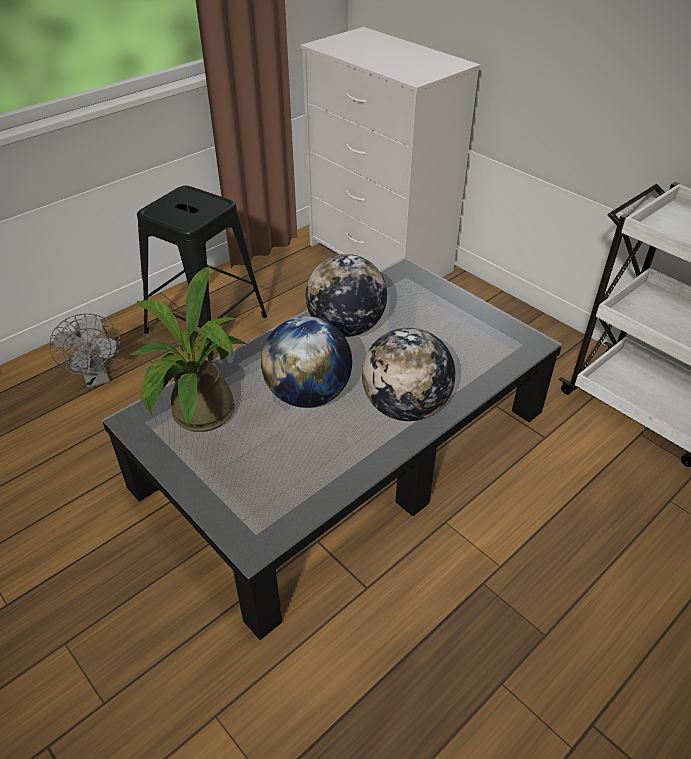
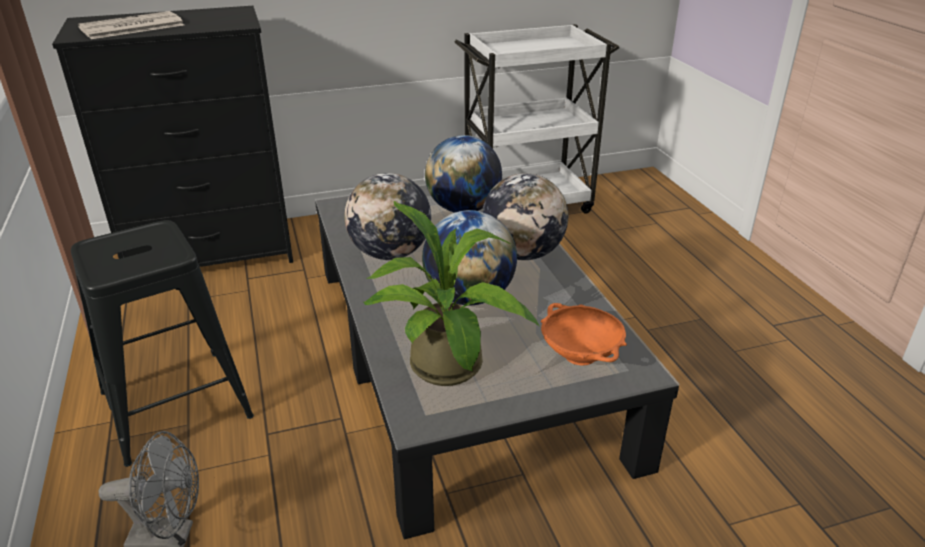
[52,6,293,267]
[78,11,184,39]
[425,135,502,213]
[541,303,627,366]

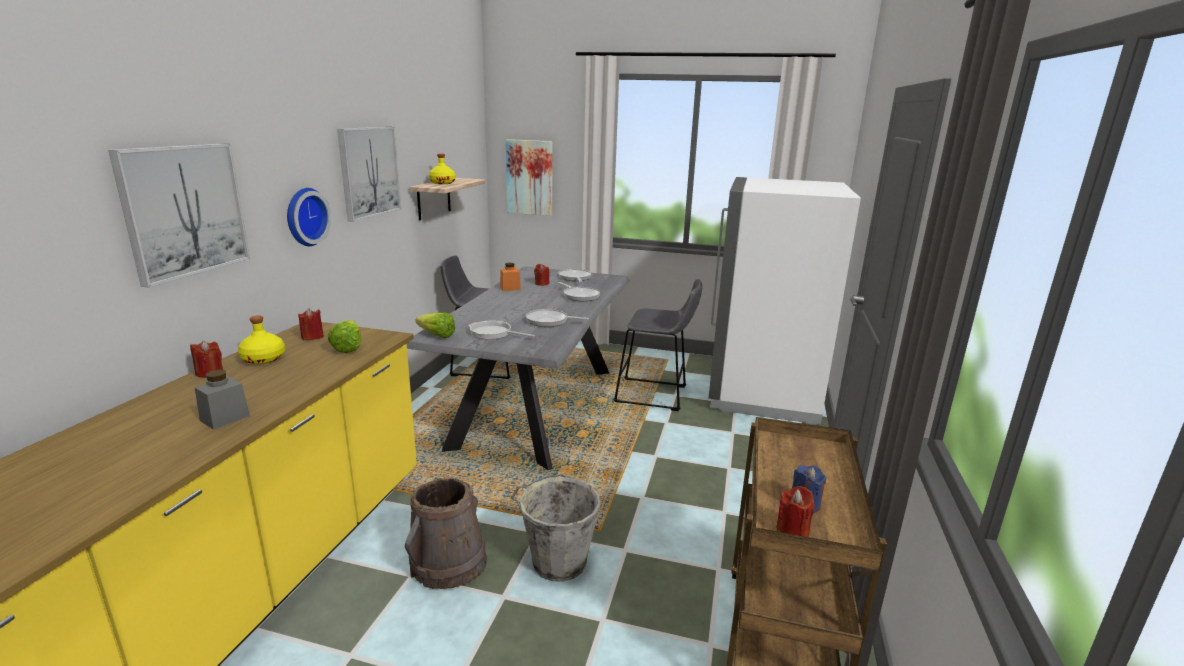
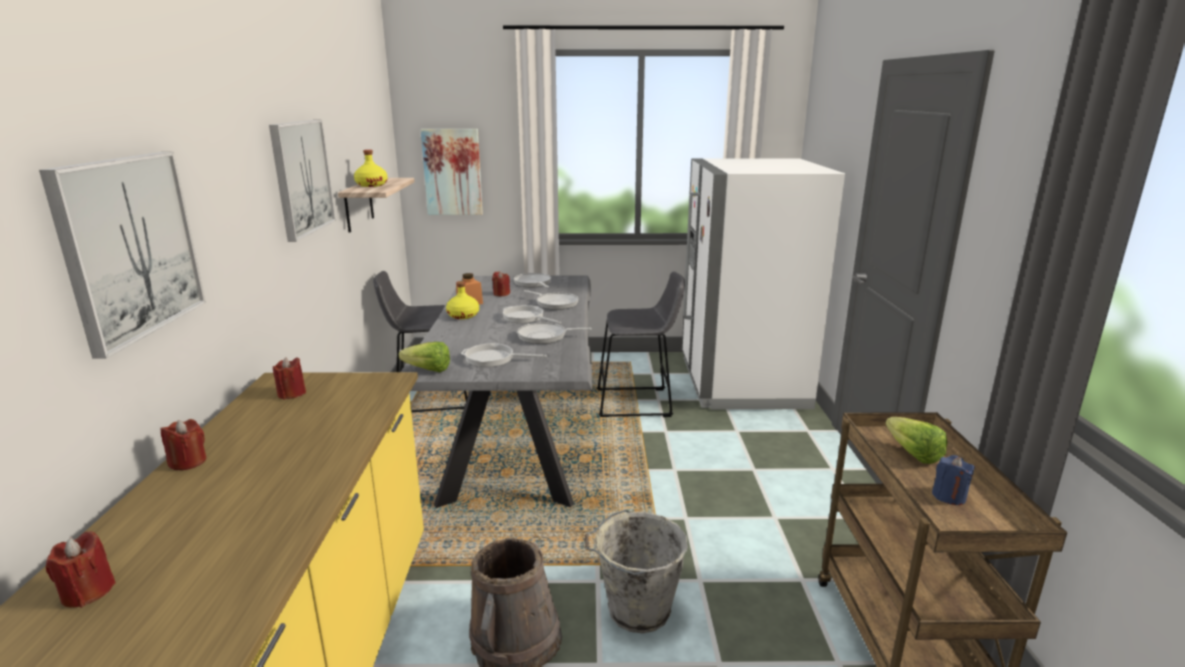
[46,531,116,608]
[446,281,479,319]
[503,305,562,324]
[886,417,947,464]
[195,370,250,430] (first image)
[287,188,331,246] (first image)

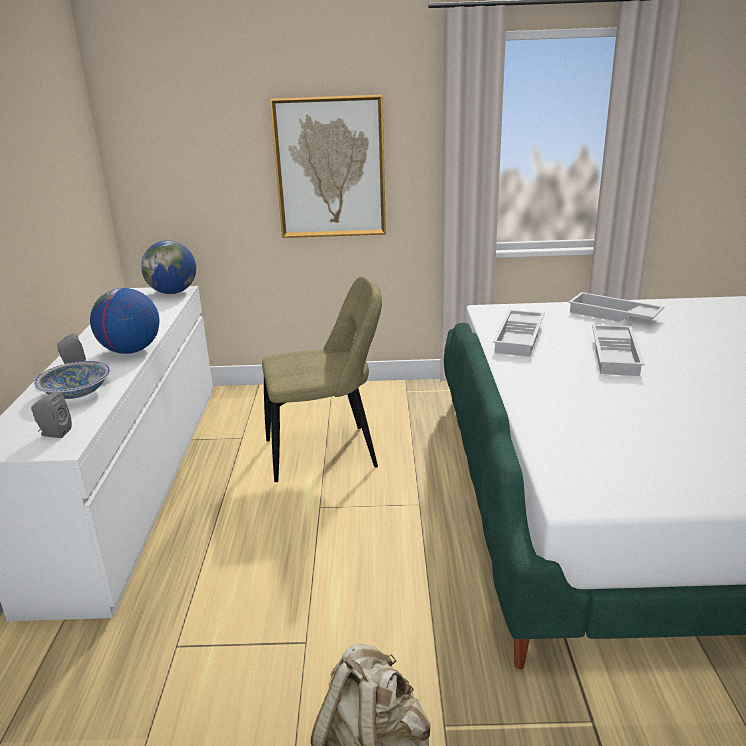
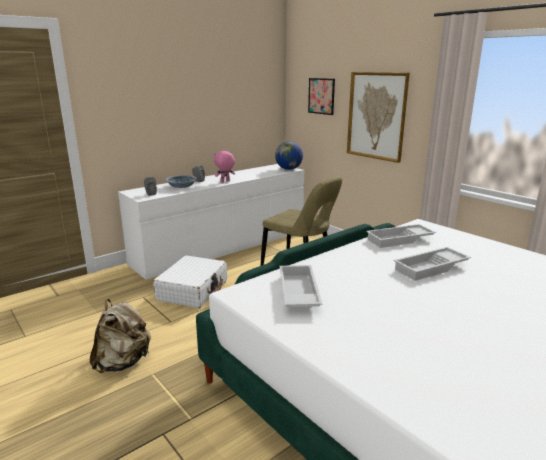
[153,255,227,308]
[214,151,235,182]
[280,265,323,307]
[308,78,335,115]

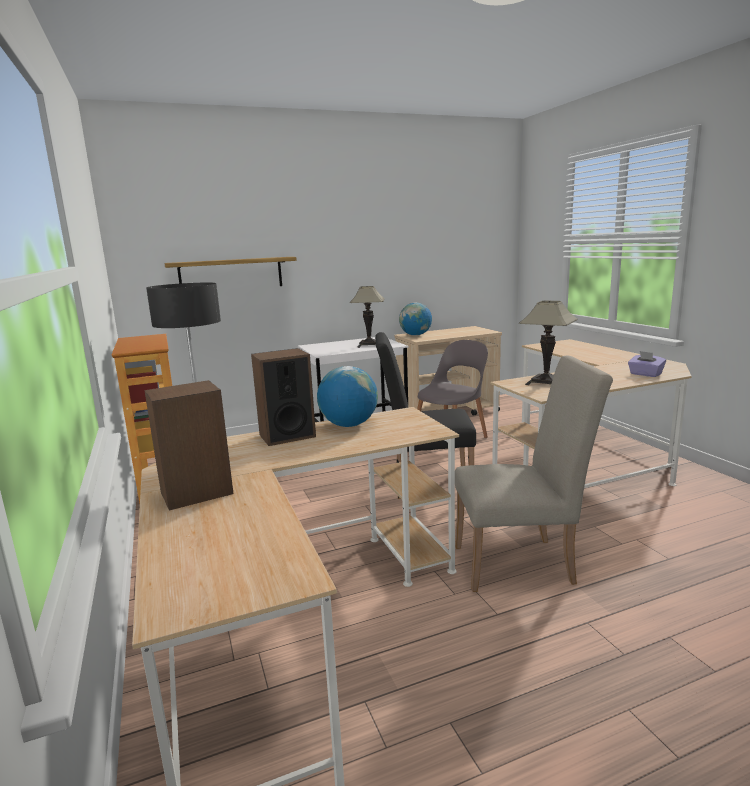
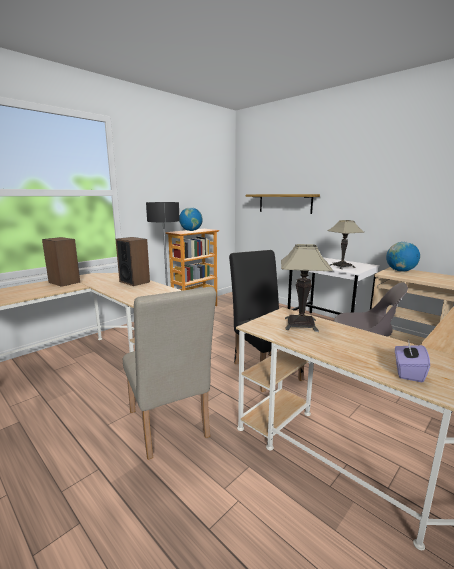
[179,207,203,231]

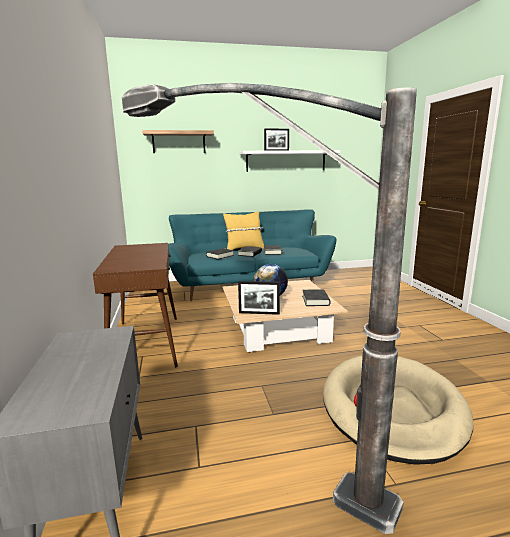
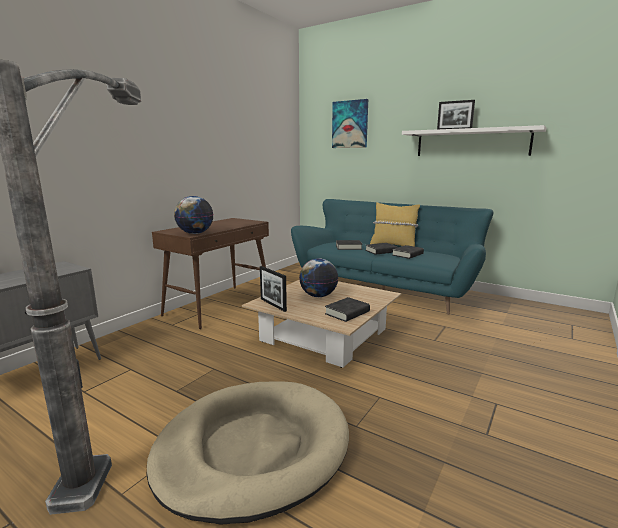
[174,196,213,234]
[332,99,368,148]

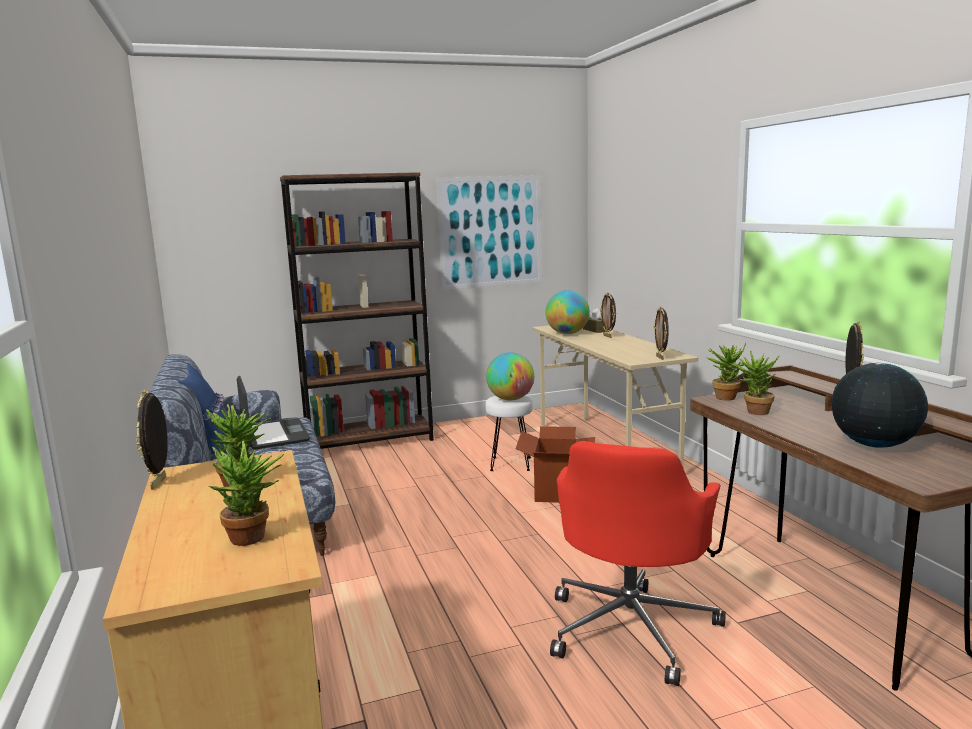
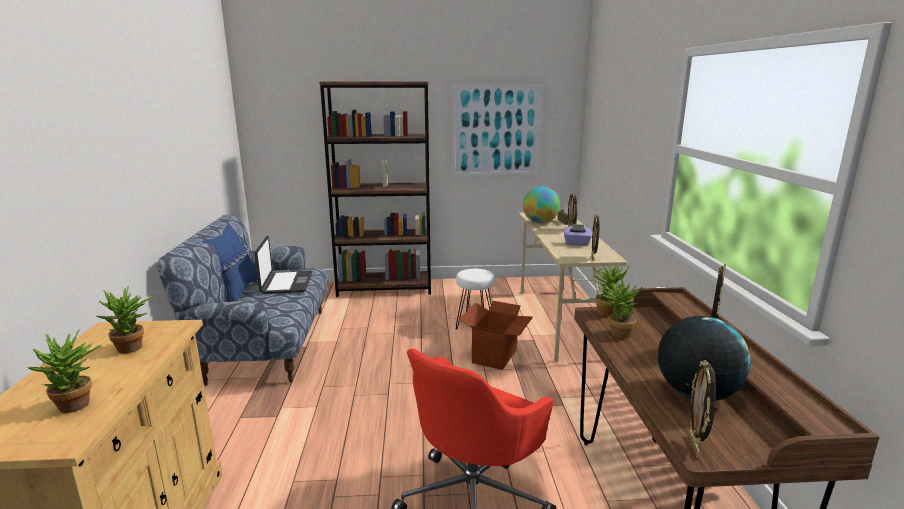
[564,224,592,246]
[689,360,716,457]
[486,352,534,401] (first image)

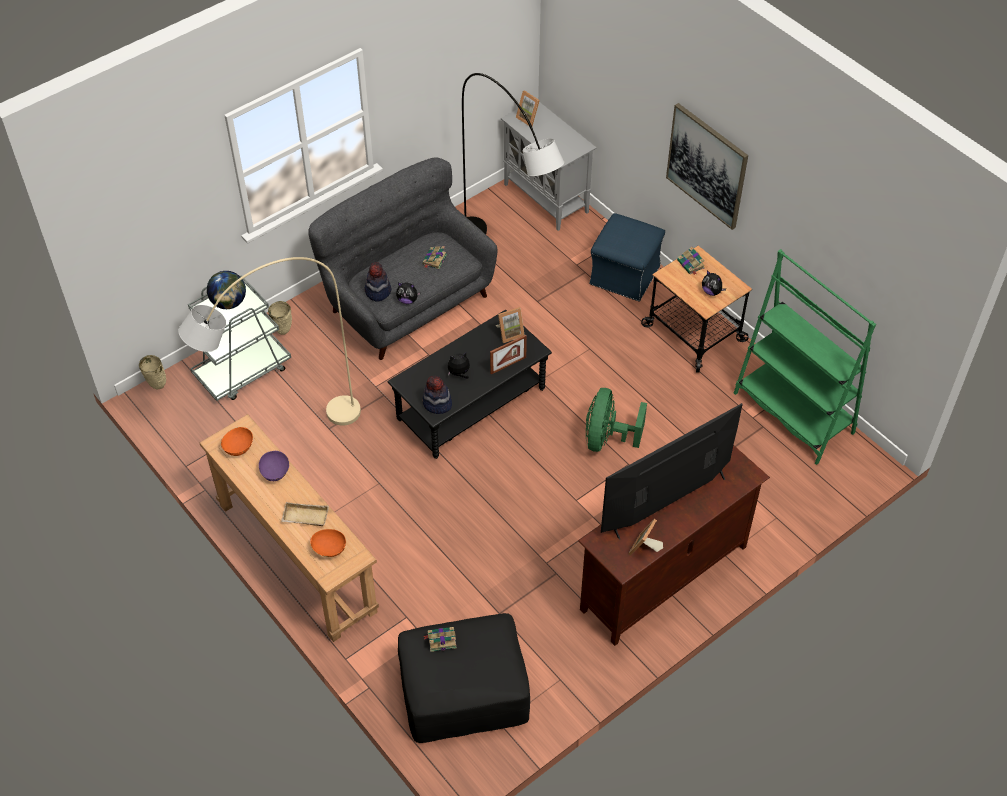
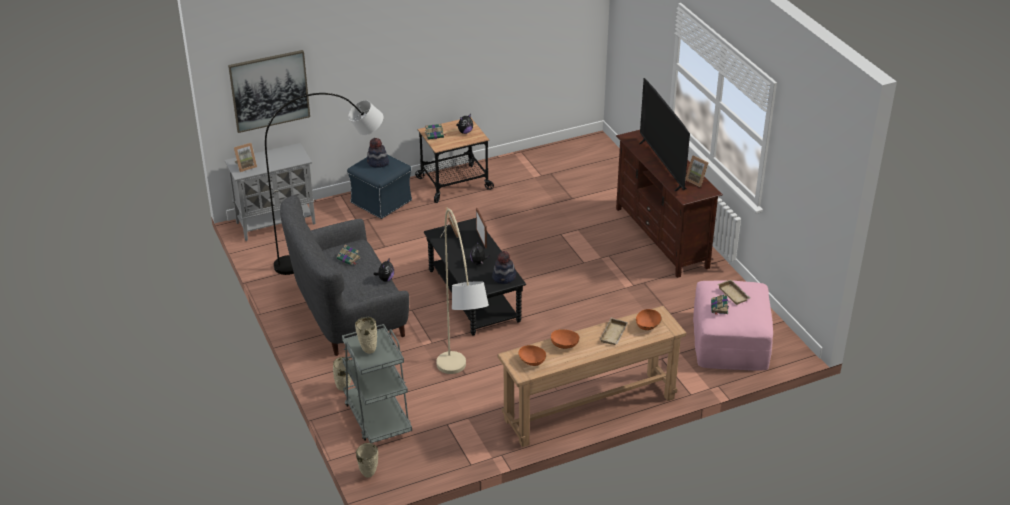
[228,50,310,133]
[355,317,377,354]
[367,138,389,168]
[551,329,580,349]
[693,281,773,371]
[718,280,750,305]
[586,388,647,452] (first image)
[734,249,876,465] (first image)

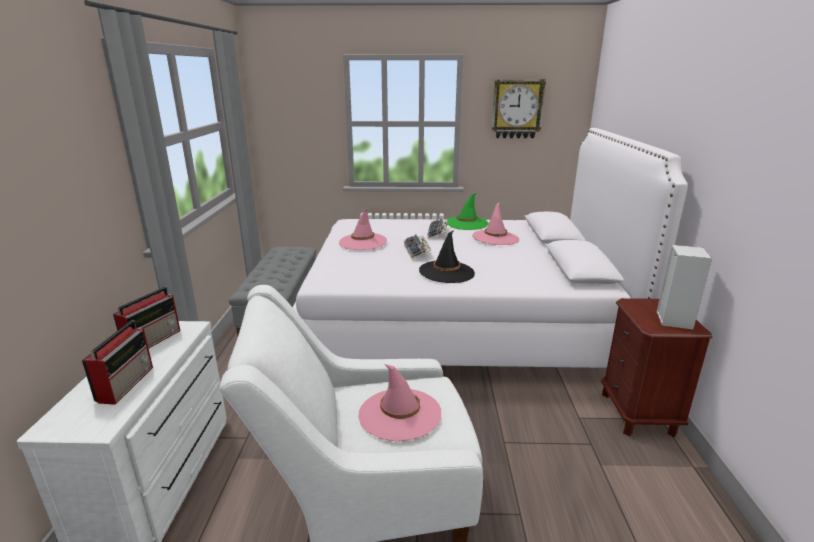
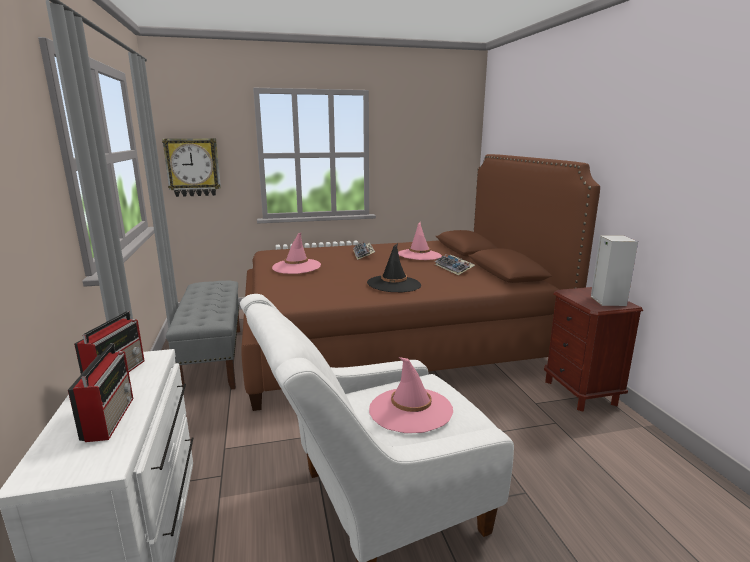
[162,138,221,197]
[241,154,600,411]
[435,254,475,275]
[447,193,489,230] (first image)

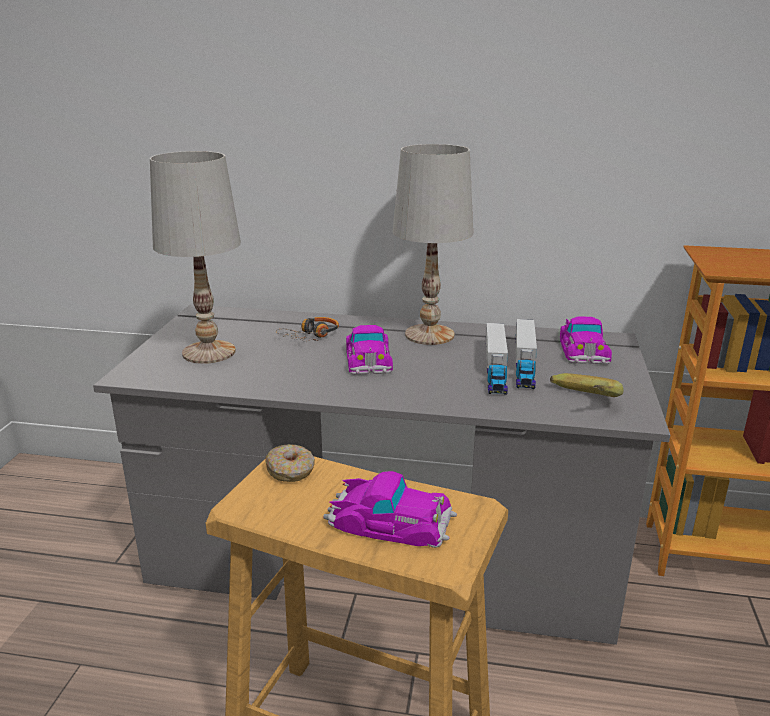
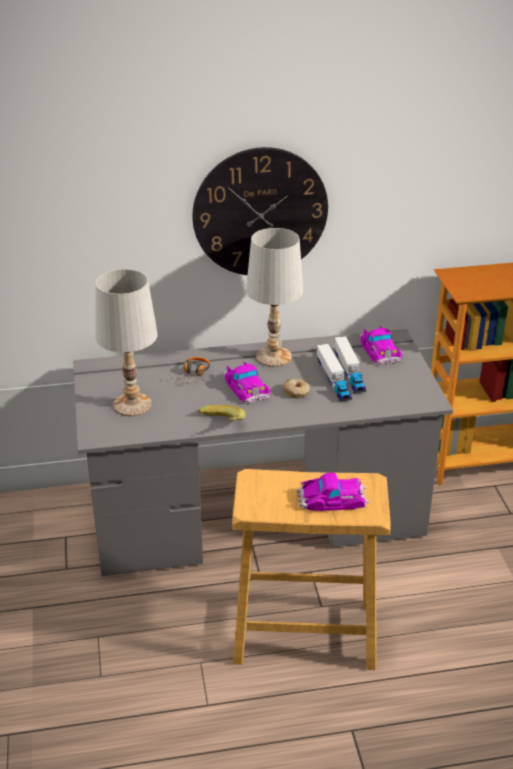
[192,147,328,275]
[198,405,246,421]
[283,378,310,398]

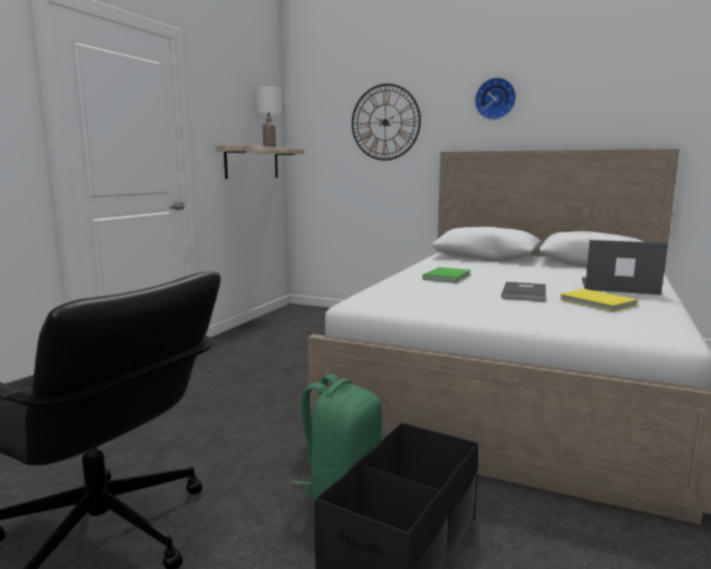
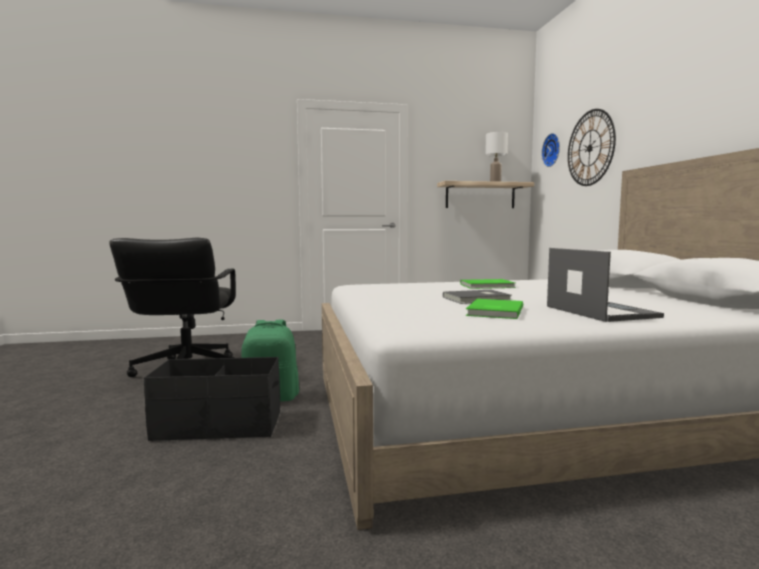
[466,299,523,319]
[542,133,560,167]

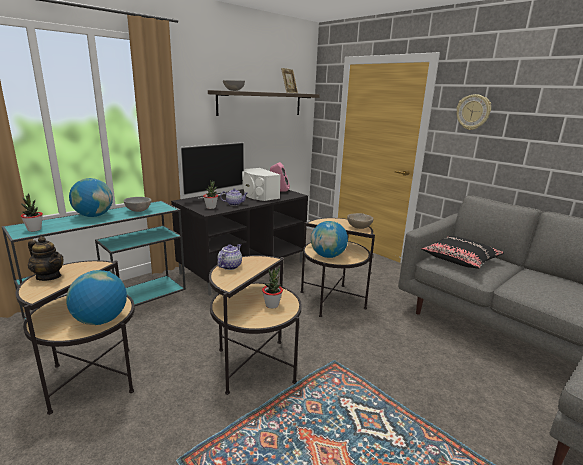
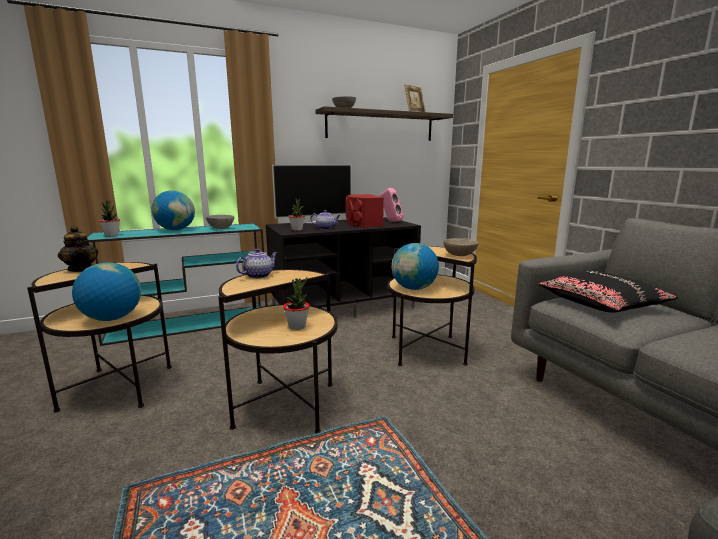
[345,194,384,227]
[457,94,491,130] (first image)

